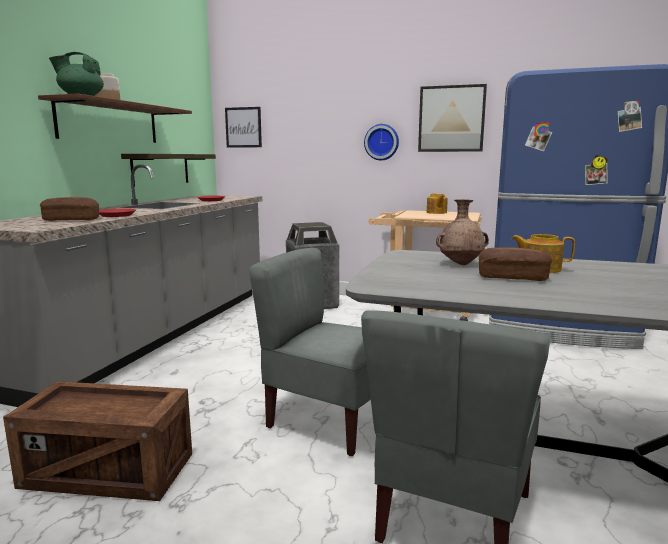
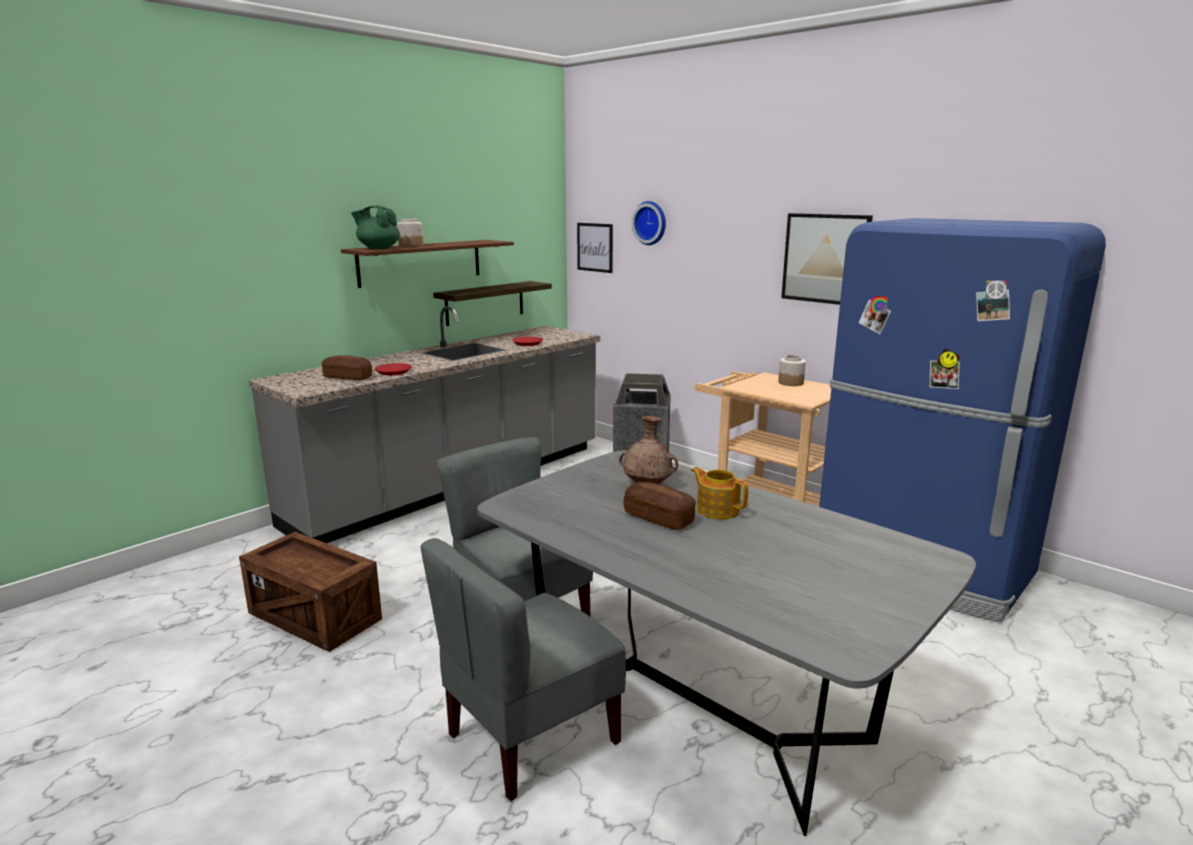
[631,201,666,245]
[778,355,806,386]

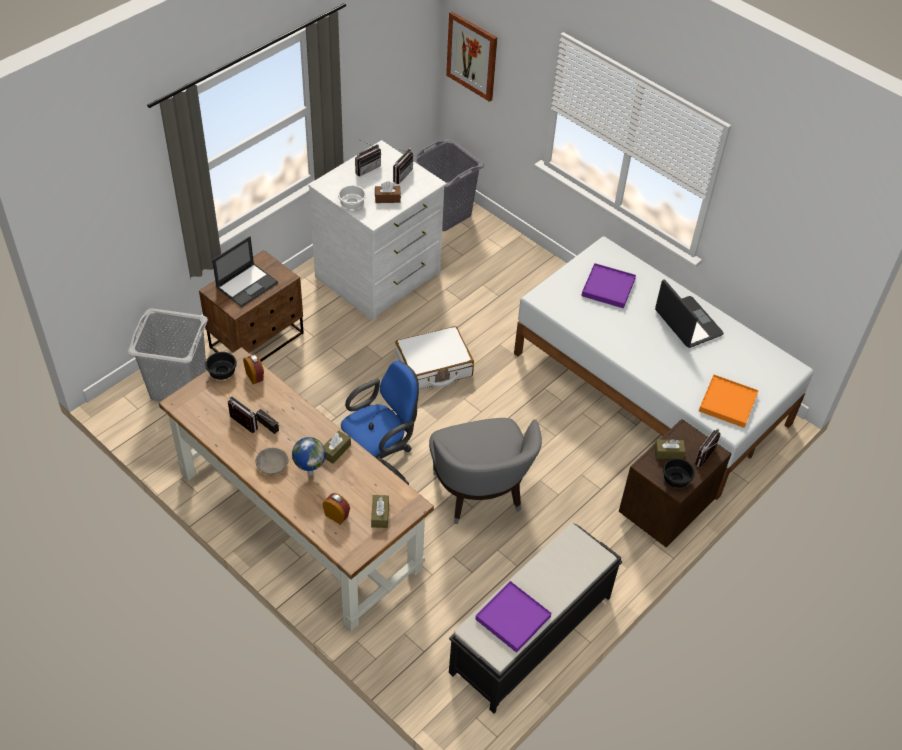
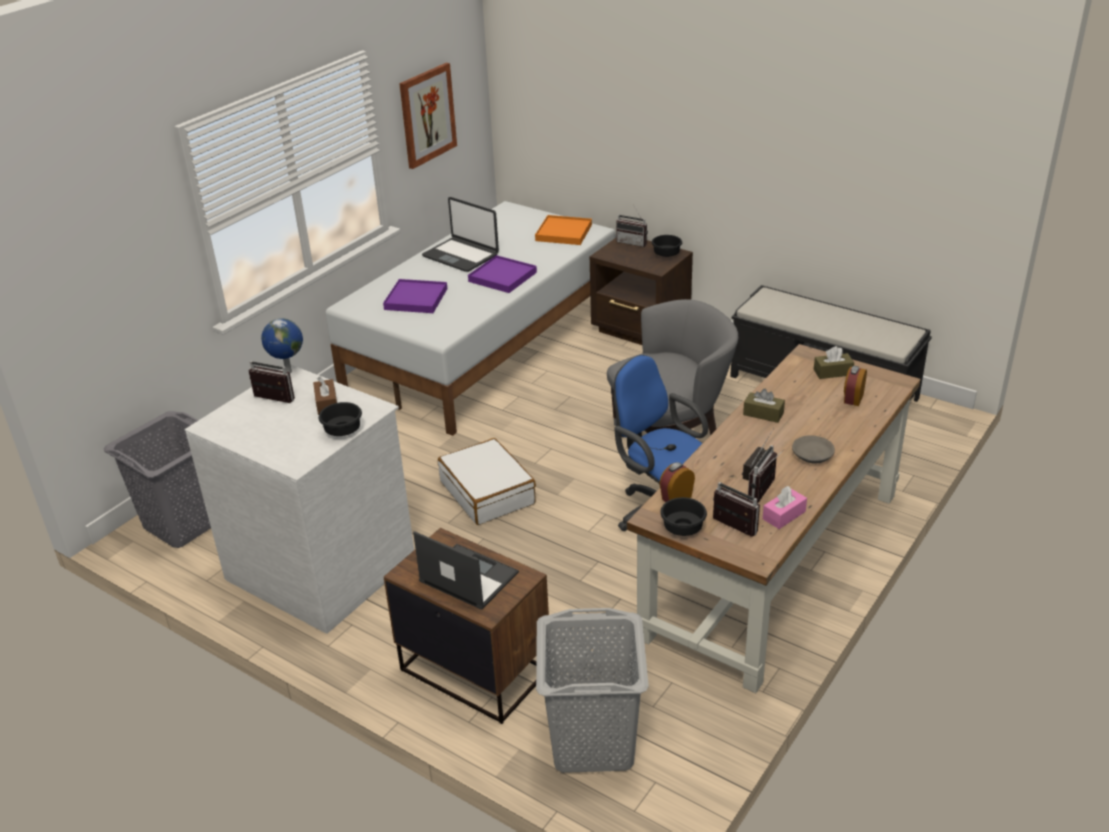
[261,318,303,373]
[318,402,362,436]
[399,63,457,169]
[422,197,499,272]
[468,255,537,293]
[713,482,760,537]
[763,486,807,529]
[654,439,686,459] (first image)

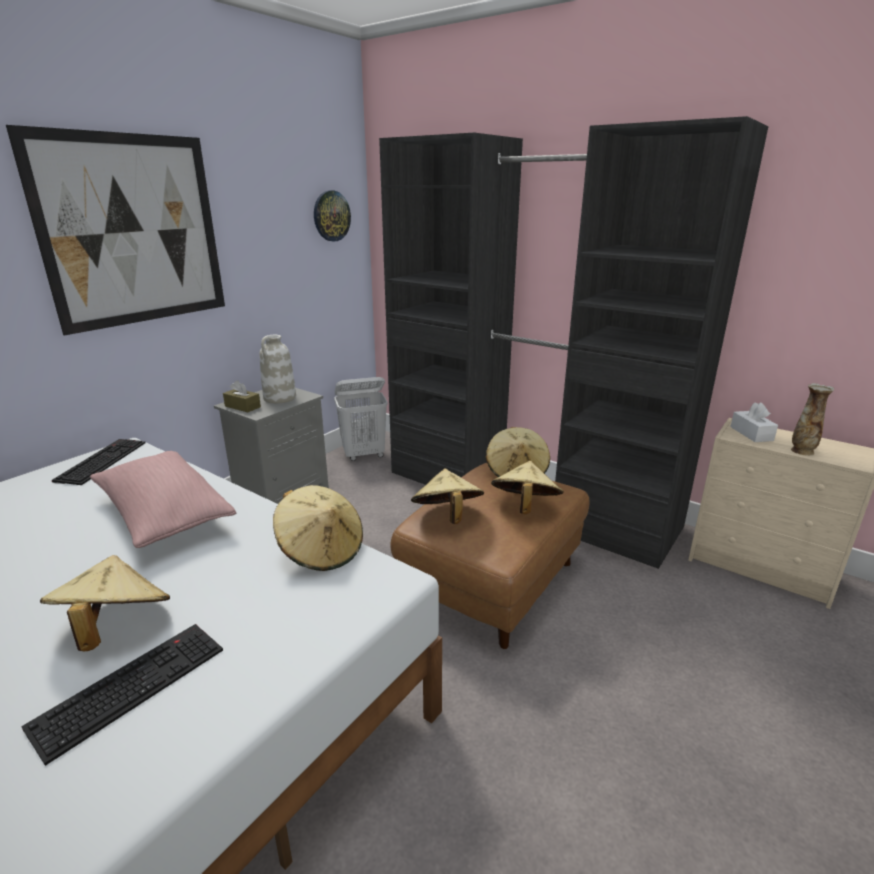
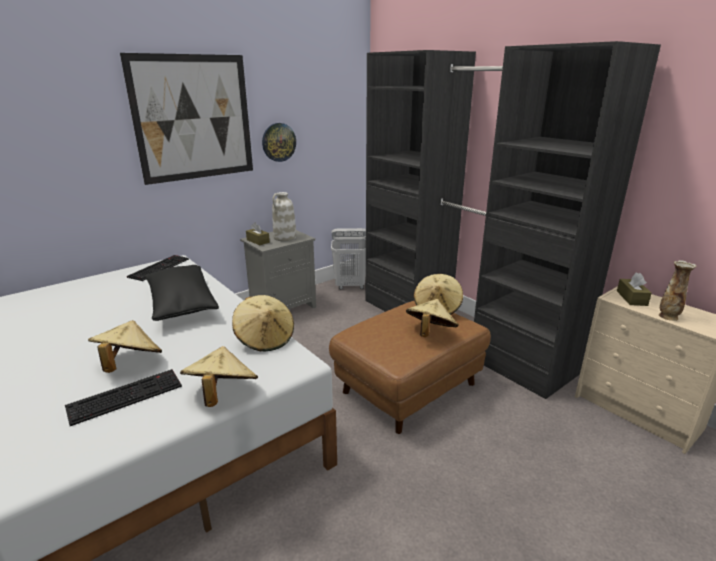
[144,265,219,321]
[180,346,258,407]
[262,123,296,162]
[617,273,652,306]

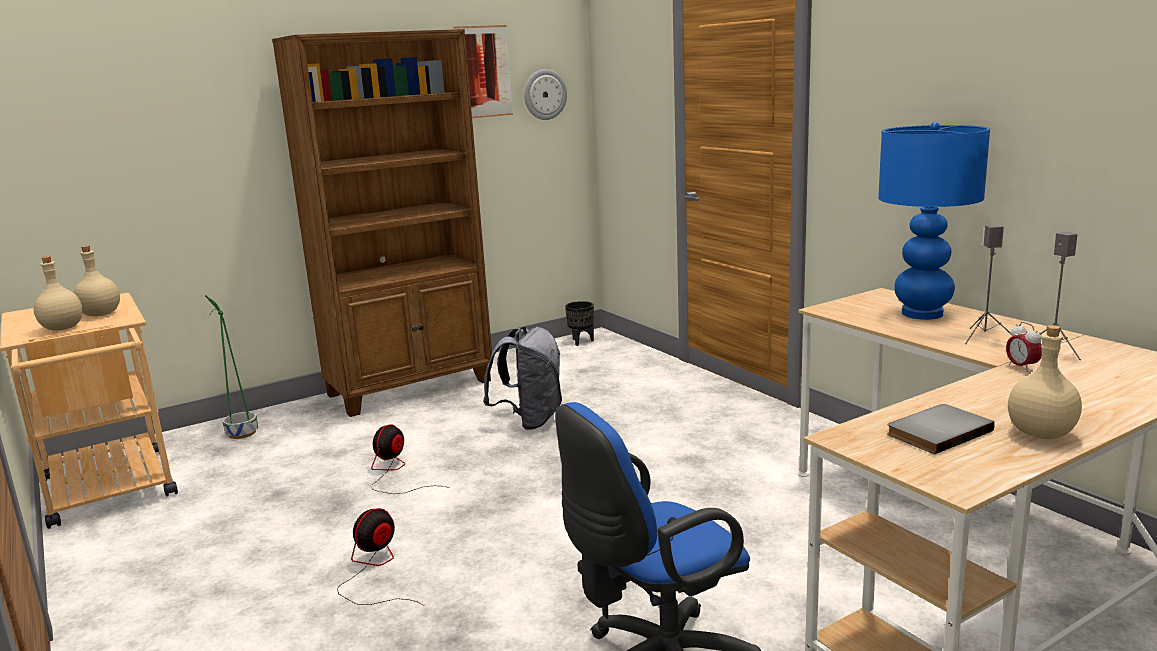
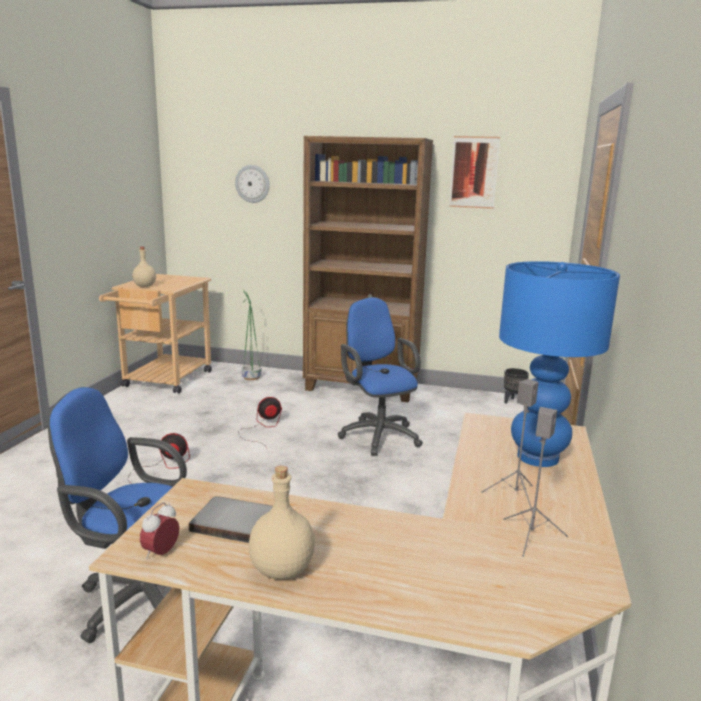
[140,502,179,559]
[235,165,270,203]
[338,297,423,456]
[73,246,120,317] (first image)

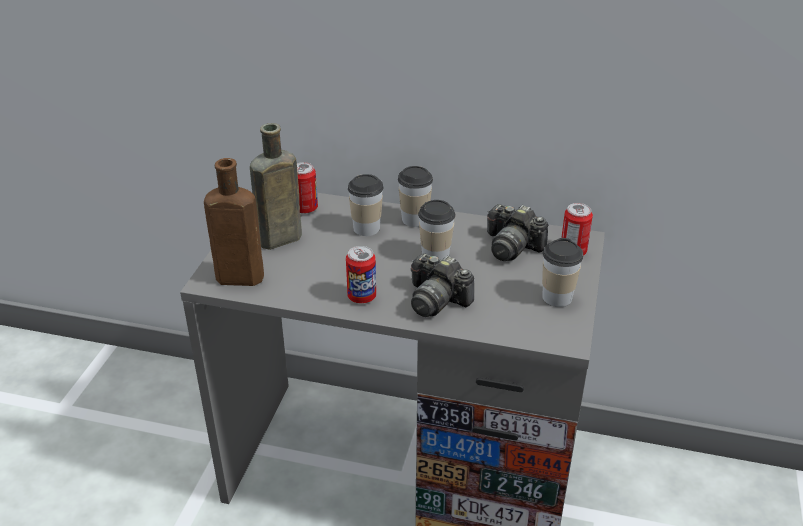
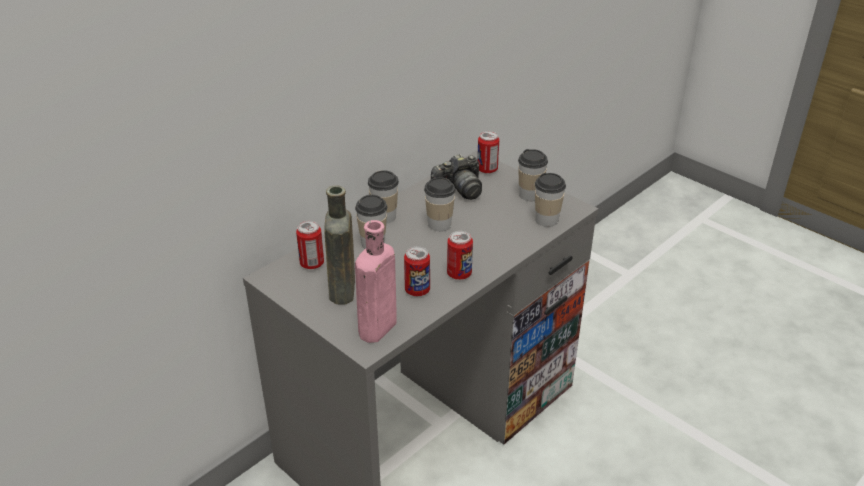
[355,220,396,343]
[404,246,430,296]
[535,173,566,227]
[411,253,474,317] (first image)

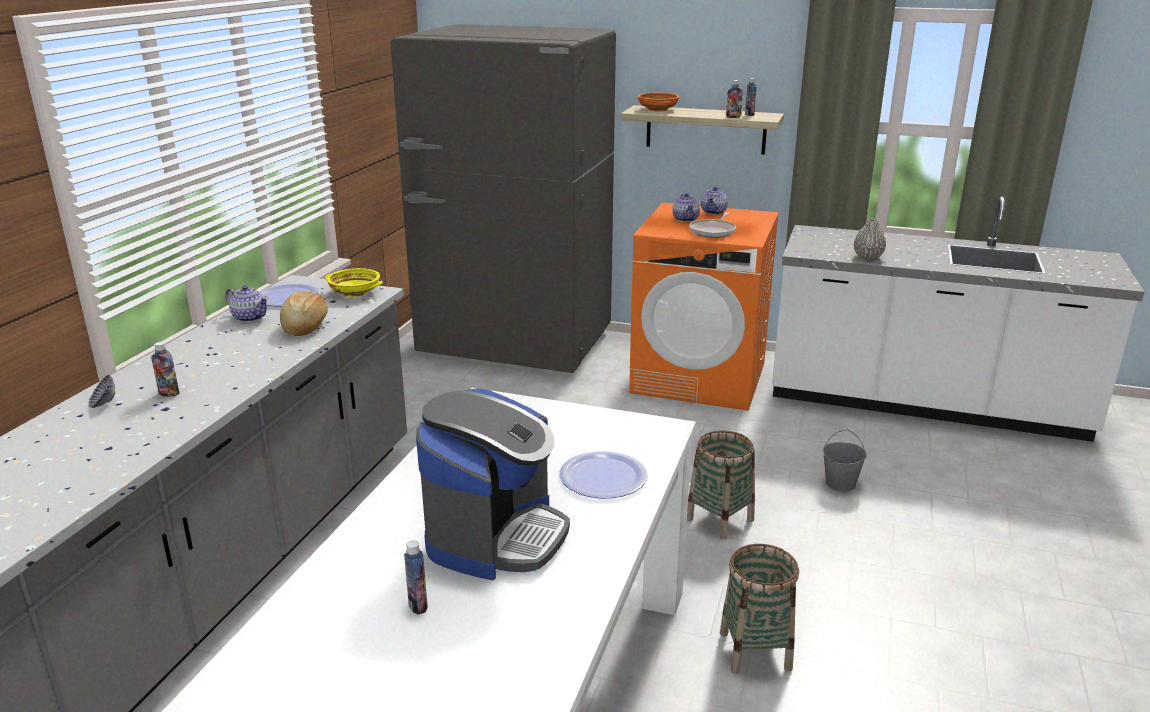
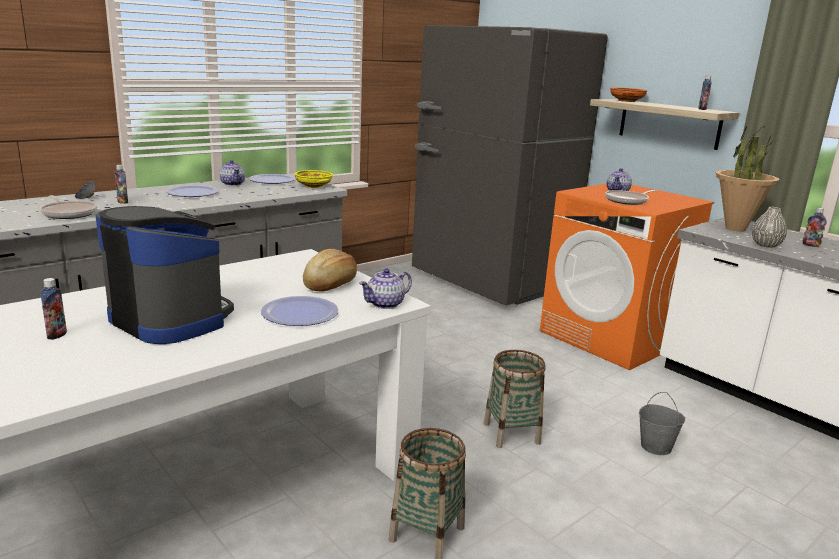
[40,195,97,219]
[96,206,234,344]
[166,185,219,197]
[303,249,357,292]
[359,268,412,309]
[716,127,780,232]
[803,208,827,247]

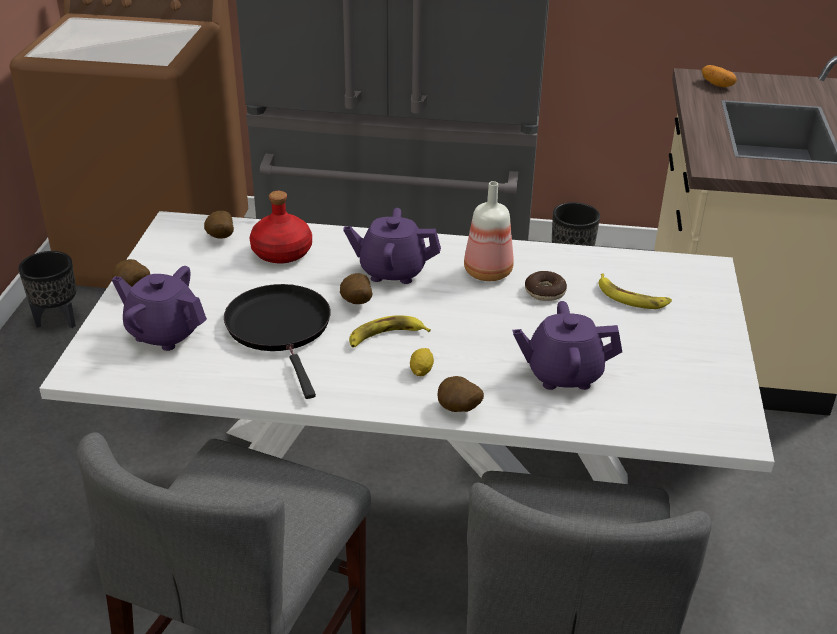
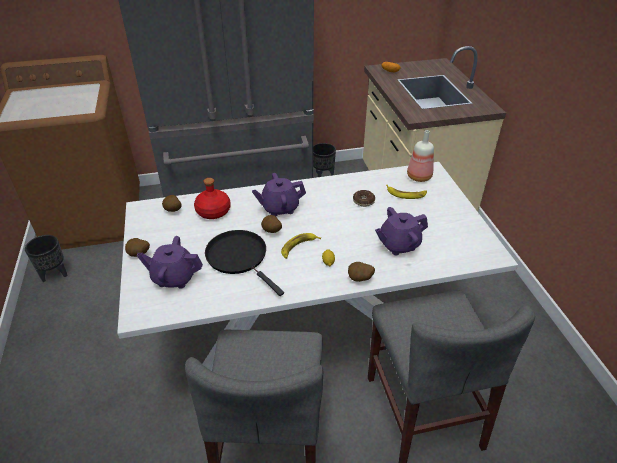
[407,130,434,182]

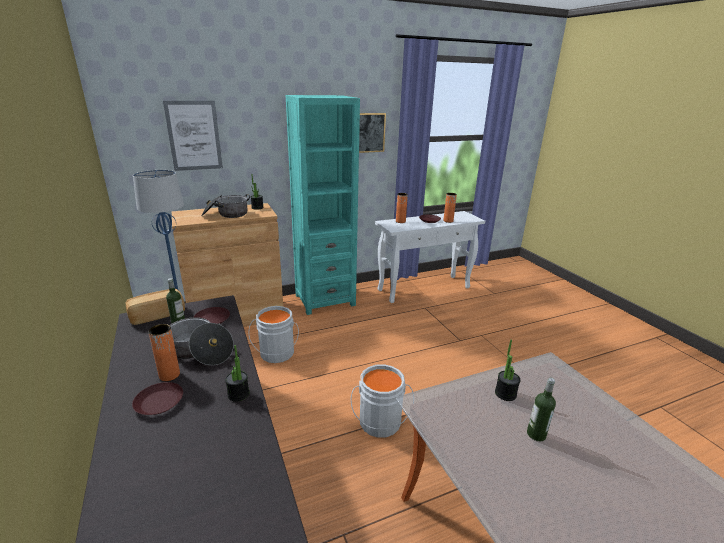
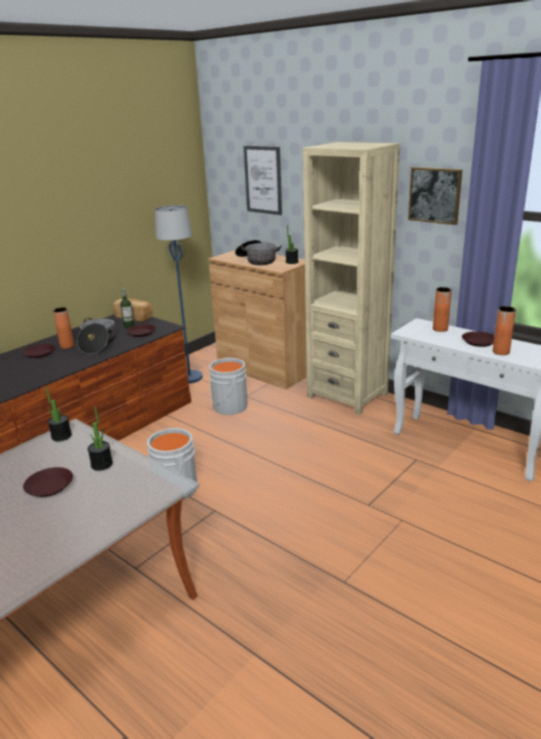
[23,467,73,497]
[46,387,72,441]
[303,142,400,415]

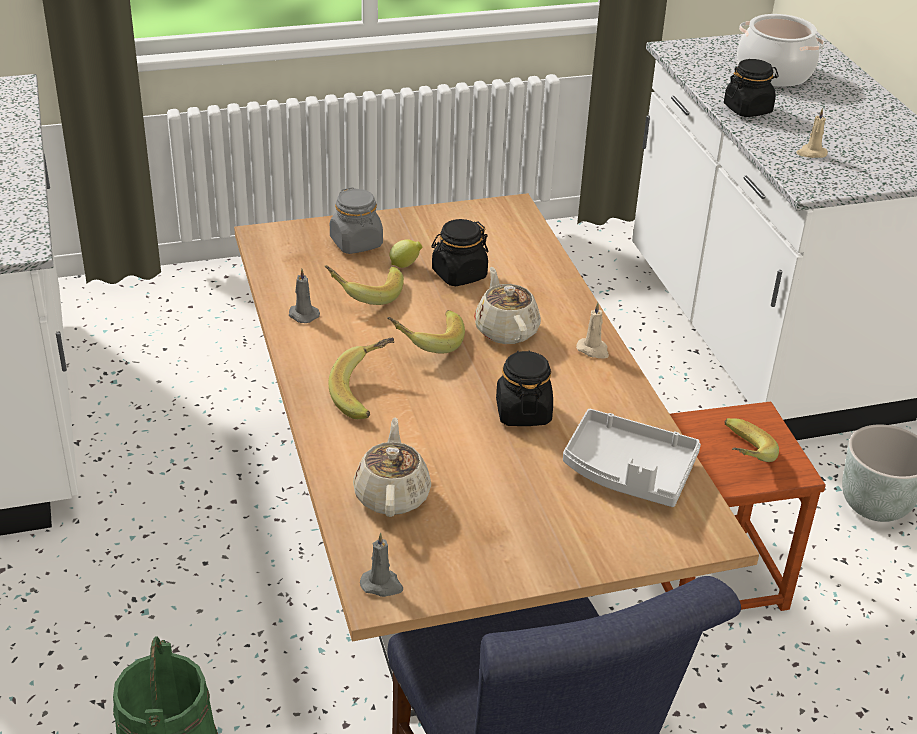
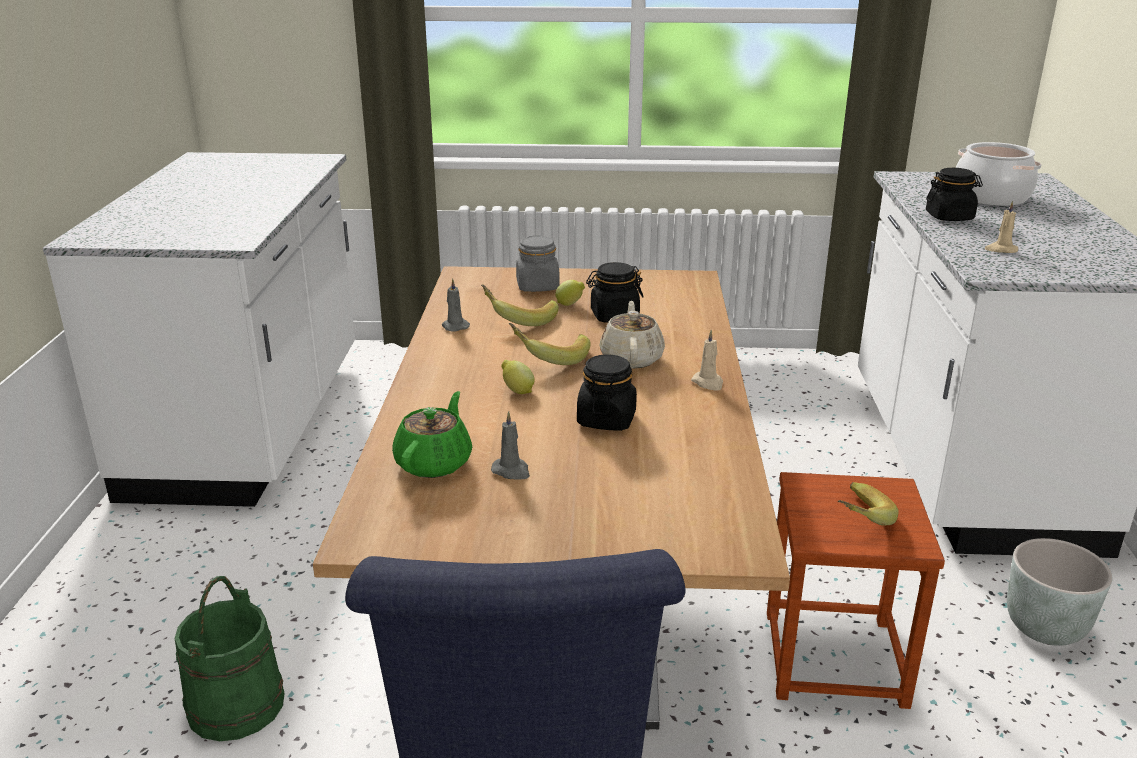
[392,391,472,478]
[491,411,530,480]
[501,360,535,394]
[329,337,394,419] (first image)
[563,409,701,507] (first image)

